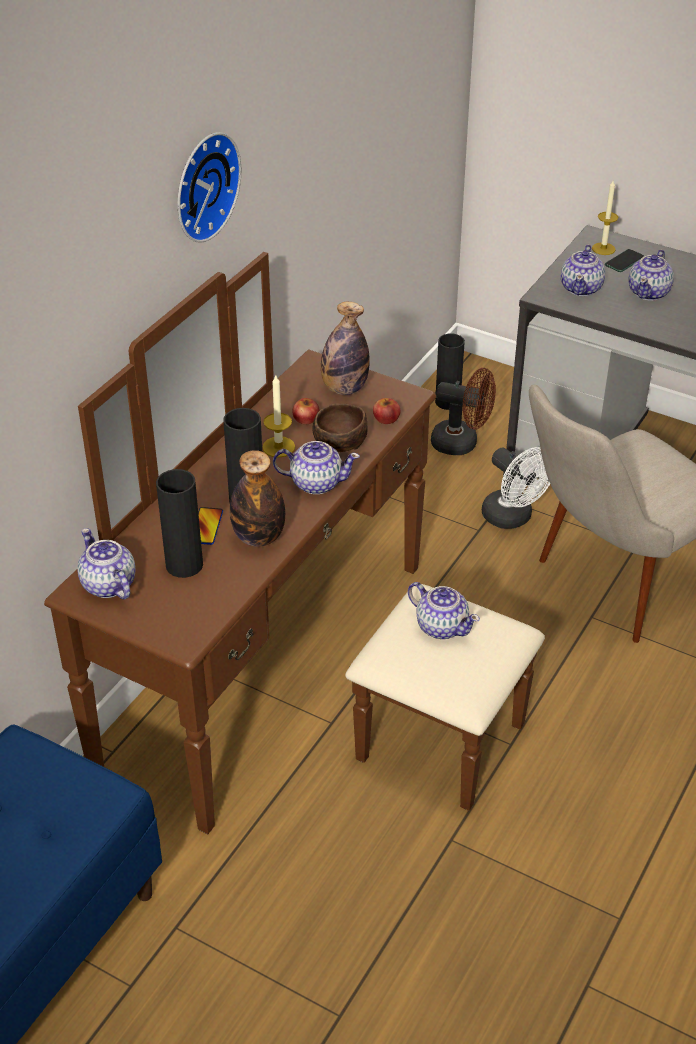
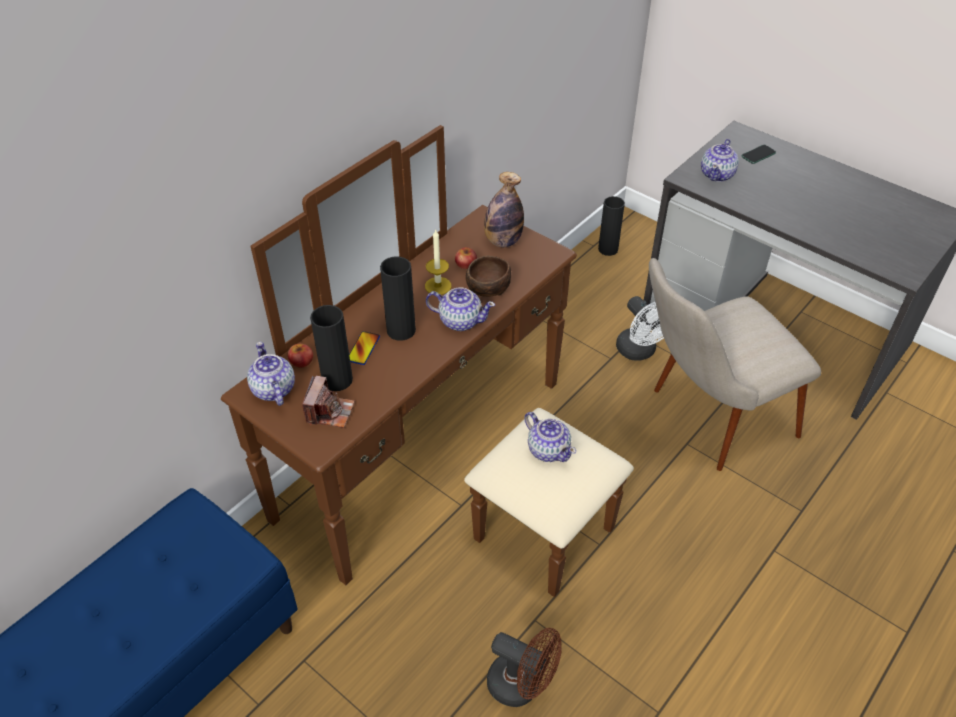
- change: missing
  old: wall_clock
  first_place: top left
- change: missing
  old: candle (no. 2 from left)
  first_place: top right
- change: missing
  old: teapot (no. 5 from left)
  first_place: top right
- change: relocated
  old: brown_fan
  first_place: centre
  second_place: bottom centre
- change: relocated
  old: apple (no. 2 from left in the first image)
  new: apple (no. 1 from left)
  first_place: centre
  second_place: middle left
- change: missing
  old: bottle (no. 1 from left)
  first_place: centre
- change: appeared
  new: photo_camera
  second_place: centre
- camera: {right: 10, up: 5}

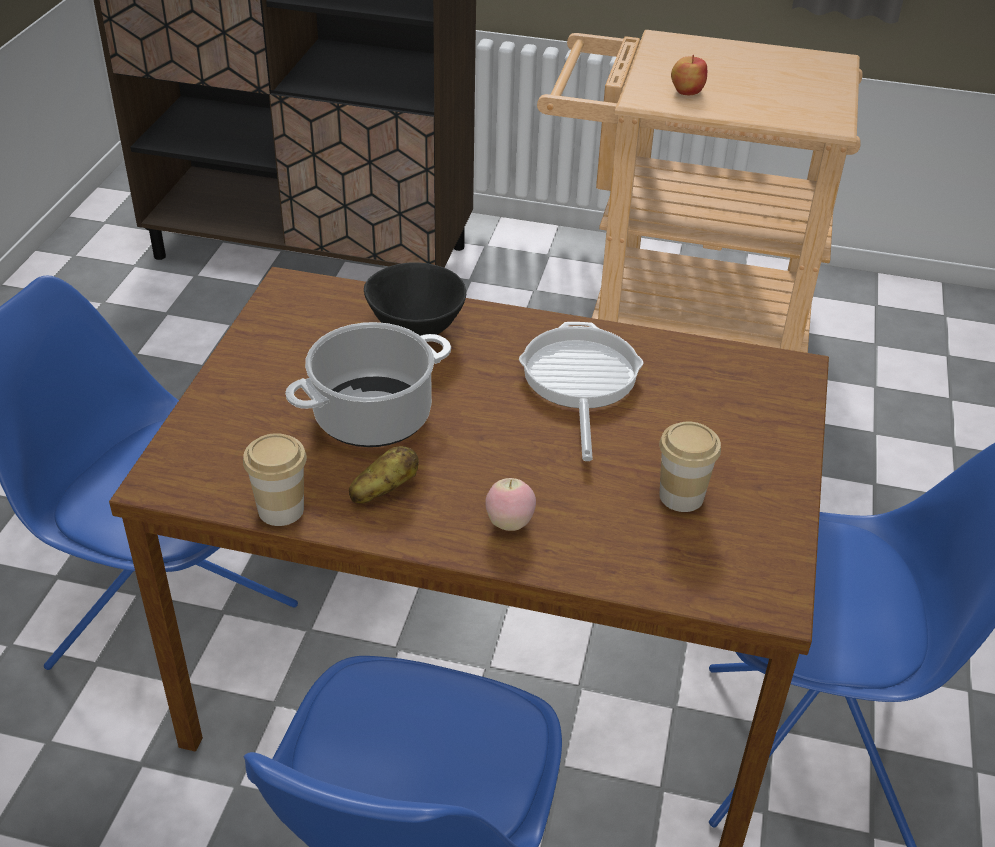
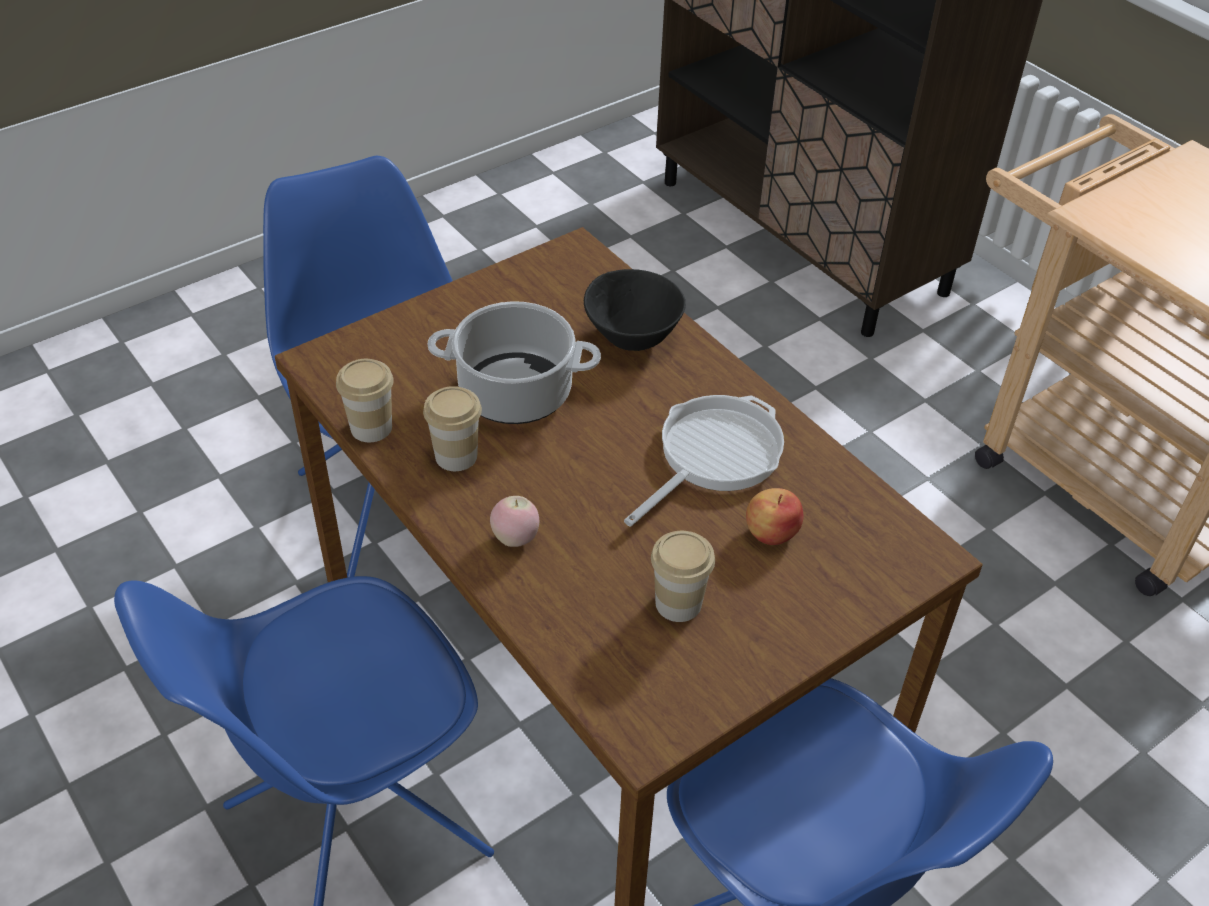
- change: relocated
  old: apple (no. 2 from left)
  first_place: top right
  second_place: centre
- change: exchanged
  old: potato
  new: cup (no. 2 from left)
  first_place: centre
  second_place: centre
- camera: {right: 40, up: 5}

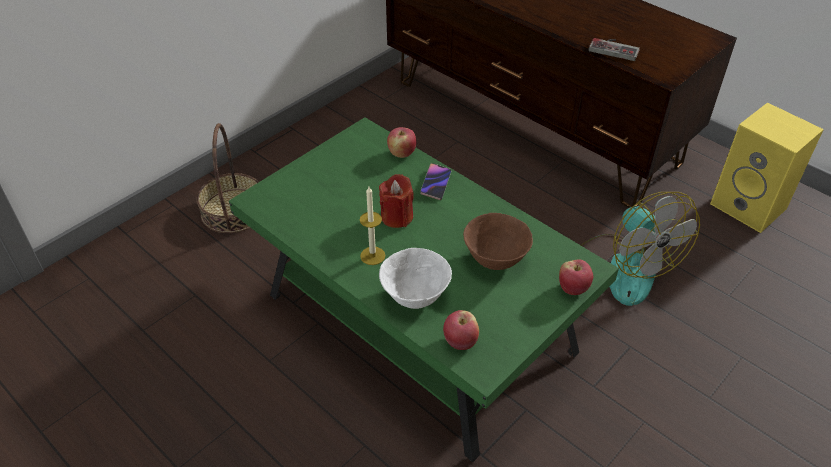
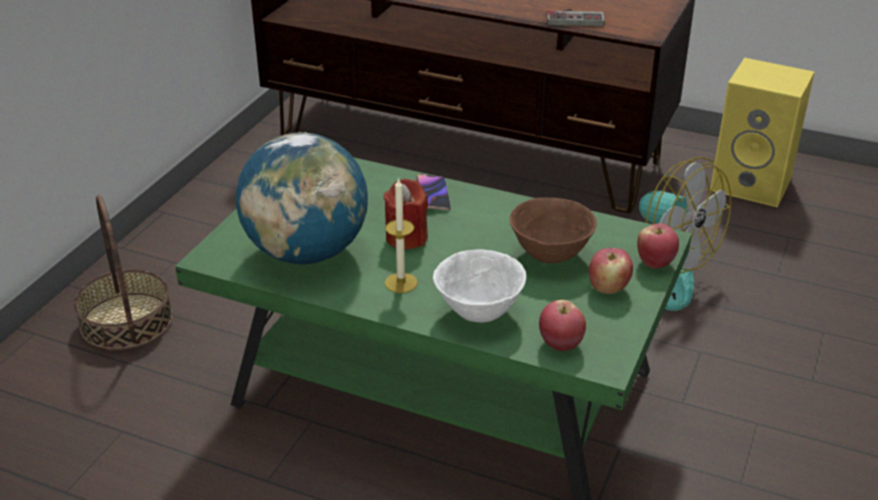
- change: relocated
  old: apple (no. 1 from left in the first image)
  new: apple (no. 2 from left)
  first_place: top centre
  second_place: middle right
- change: appeared
  new: globe
  second_place: centre
- camera: {right: -20, up: -10}

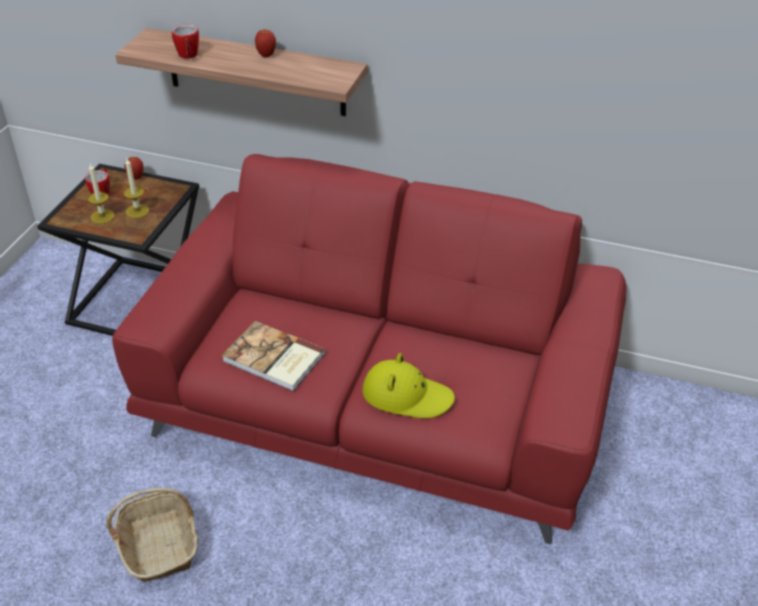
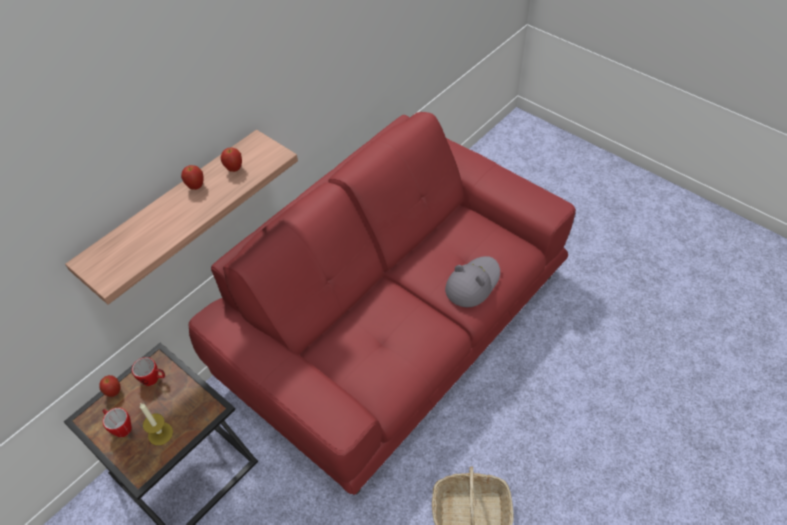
- change: relocated
  old: mug (no. 2 from left)
  first_place: top left
  second_place: bottom left
- change: missing
  old: candle (no. 2 from left)
  first_place: top left
- change: missing
  old: book
  first_place: centre
- change: colour
  old: yellow_hat
  new: grey_hat
  first_place: centre
  second_place: centre
- change: appeared
  new: apple (no. 3 from left)
  second_place: top left
- camera: {right: -65, up: 10}

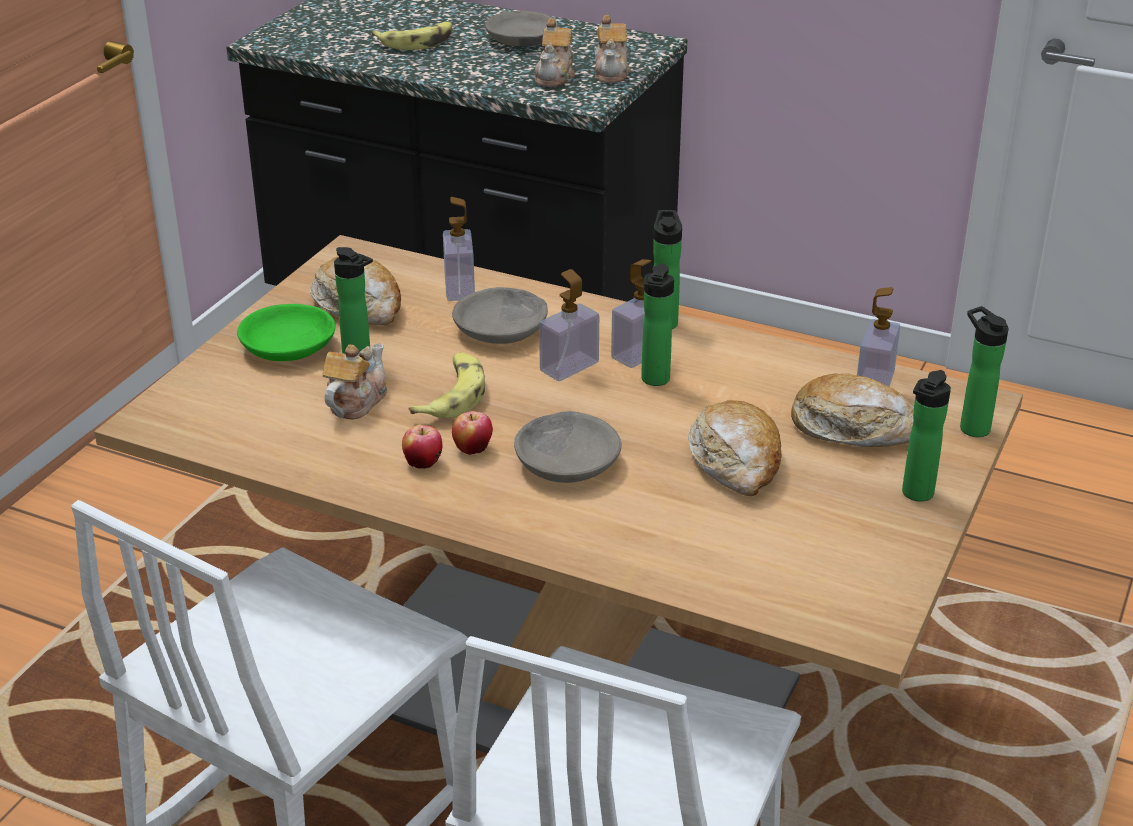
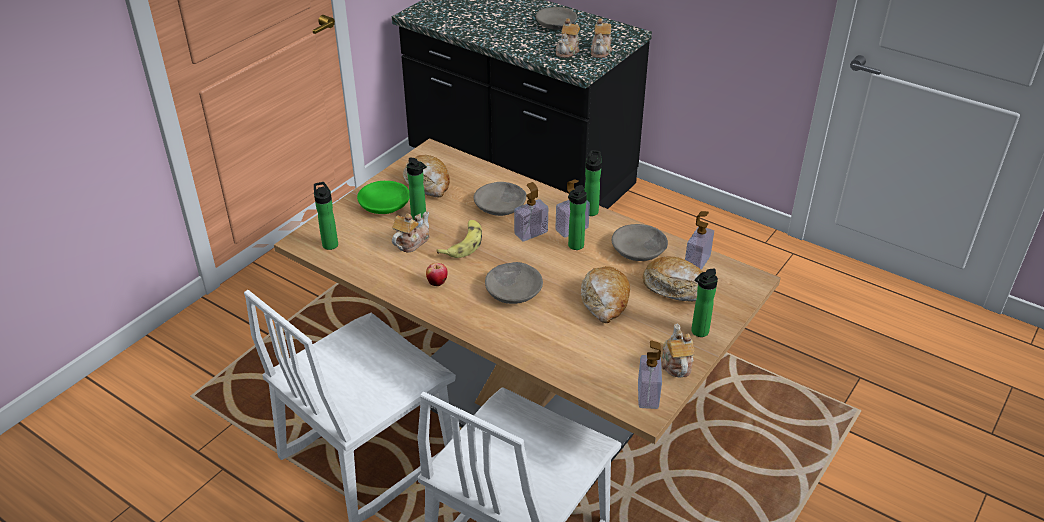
- change: missing
  old: banana (no. 1 from left)
  first_place: top centre
- change: relocated
  old: soap_dispenser (no. 1 from left in the first image)
  new: soap_dispenser (no. 3 from left)
  first_place: top centre
  second_place: bottom centre
- change: relocated
  old: bottle (no. 5 from left in the first image)
  new: bottle (no. 1 from left)
  first_place: middle right
  second_place: middle left
- change: missing
  old: apple (no. 2 from left)
  first_place: centre
- change: appeared
  new: grey_bowl (no. 4 from left)
  second_place: centre
- change: appeared
  new: teapot (no. 4 from left)
  second_place: bottom centre
- camera: {right: 10, up: 5}

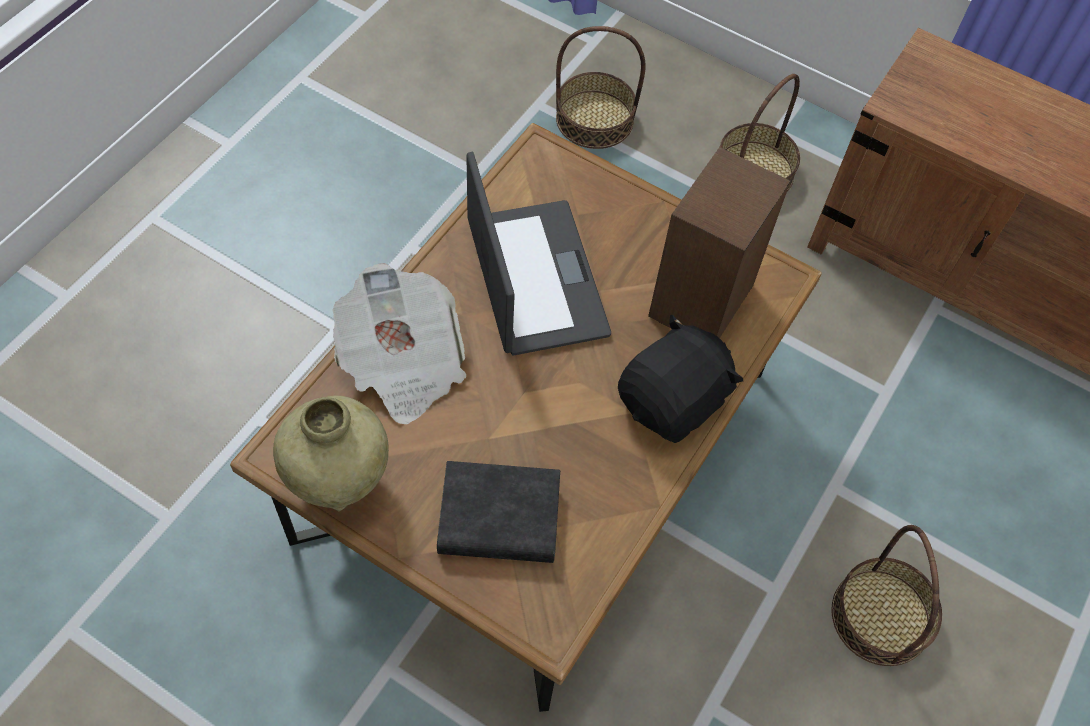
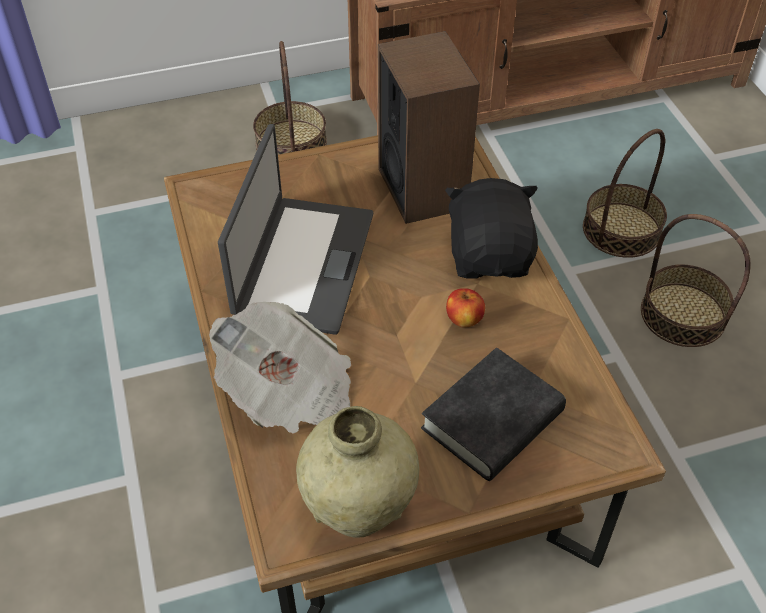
- change: relocated
  old: basket (no. 1 from left in the first image)
  new: basket (no. 2 from left)
  first_place: top centre
  second_place: top right
- change: spun
  old: laptop
  first_place: centre
  second_place: centre
  degrees: 75
- change: appeared
  new: apple
  second_place: centre
- camera: {right: -45, up: -10}

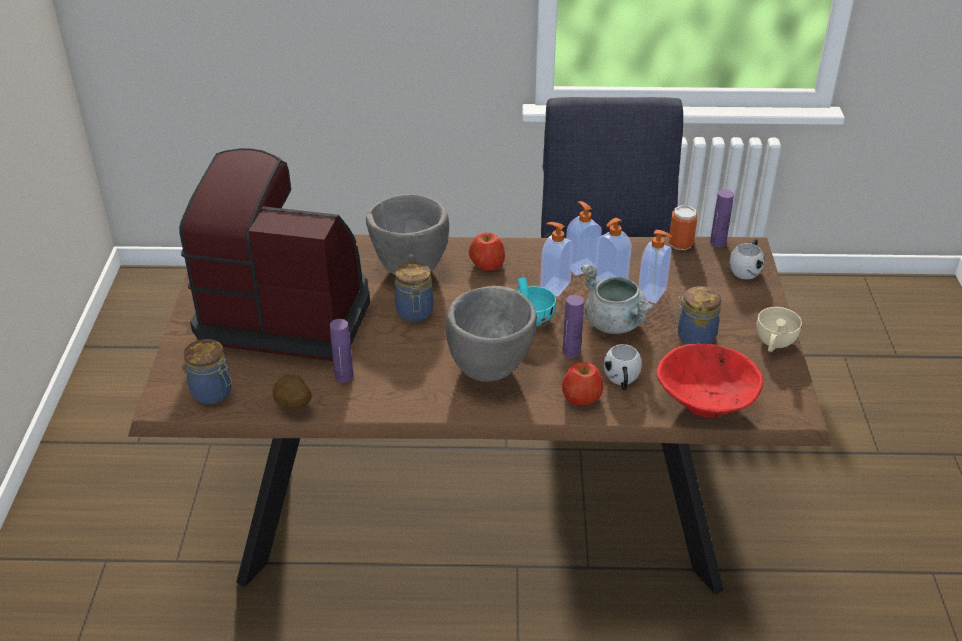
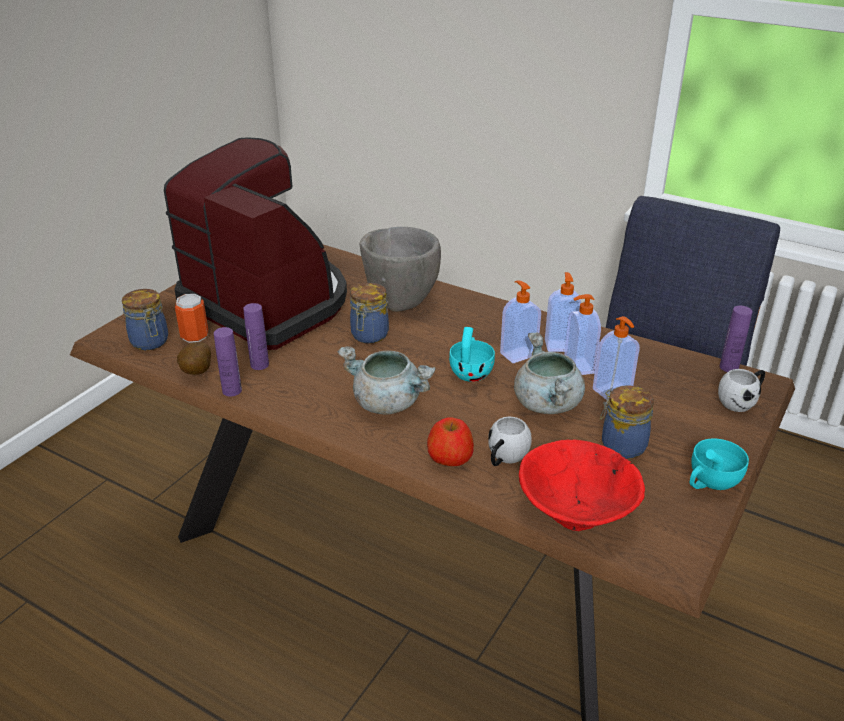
- change: relocated
  old: can
  first_place: middle right
  second_place: middle left
- change: missing
  old: apple (no. 1 from left)
  first_place: centre
- change: exchanged
  old: grey_bowl (no. 2 from left)
  new: grey_cooking_pot (no. 1 from left)
  first_place: centre
  second_place: centre
- change: relocated
  old: purple_bottle (no. 2 from left in the first image)
  new: purple_bottle (no. 1 from left)
  first_place: centre
  second_place: middle left
- change: colour
  old: beige_cup
  new: turquoise_cup (no. 2 from left)
  first_place: middle right
  second_place: middle right
- camera: {right: 30, up: -5}

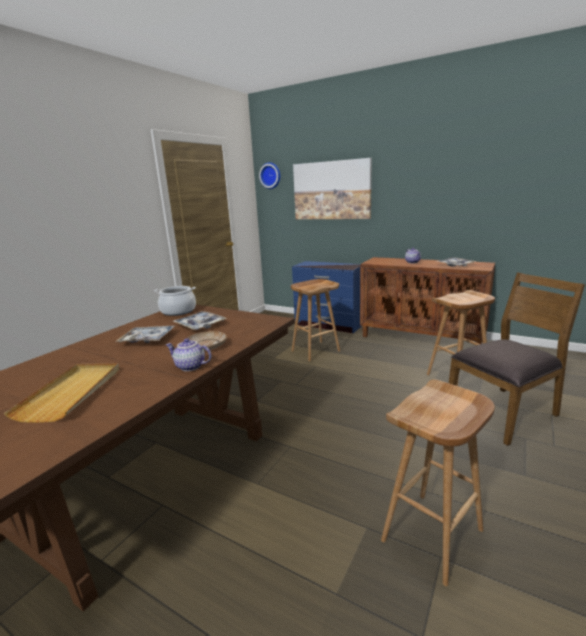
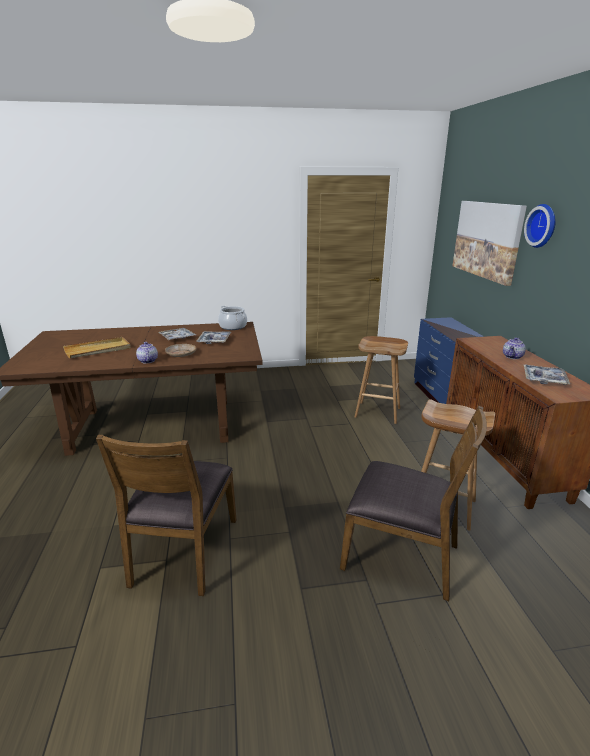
- change: relocated
  old: wall_clock
  first_place: top centre
  second_place: top right
- change: exchanged
  old: brown_stool (no. 2 from left)
  new: brown_chair (no. 1 from left)
  first_place: bottom right
  second_place: bottom left
- camera: {right: 50, up: 5}

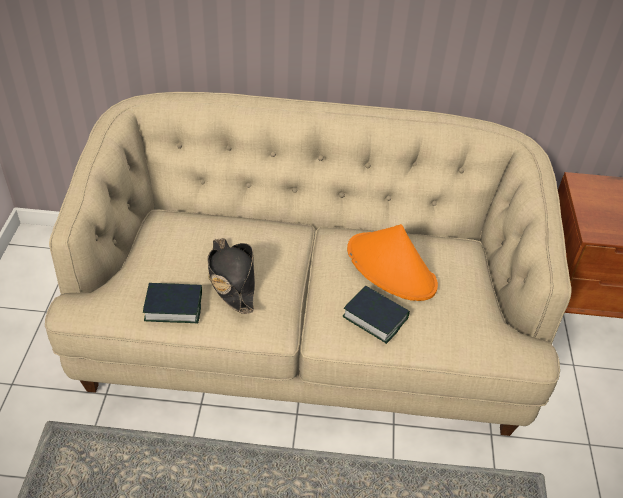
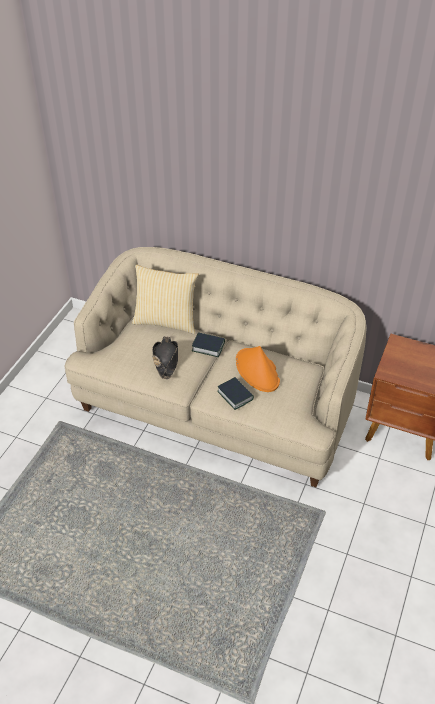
- change: relocated
  old: book (no. 1 from left)
  first_place: middle left
  second_place: centre
- change: appeared
  new: pillow
  second_place: centre
- camera: {right: 20, up: 0}

